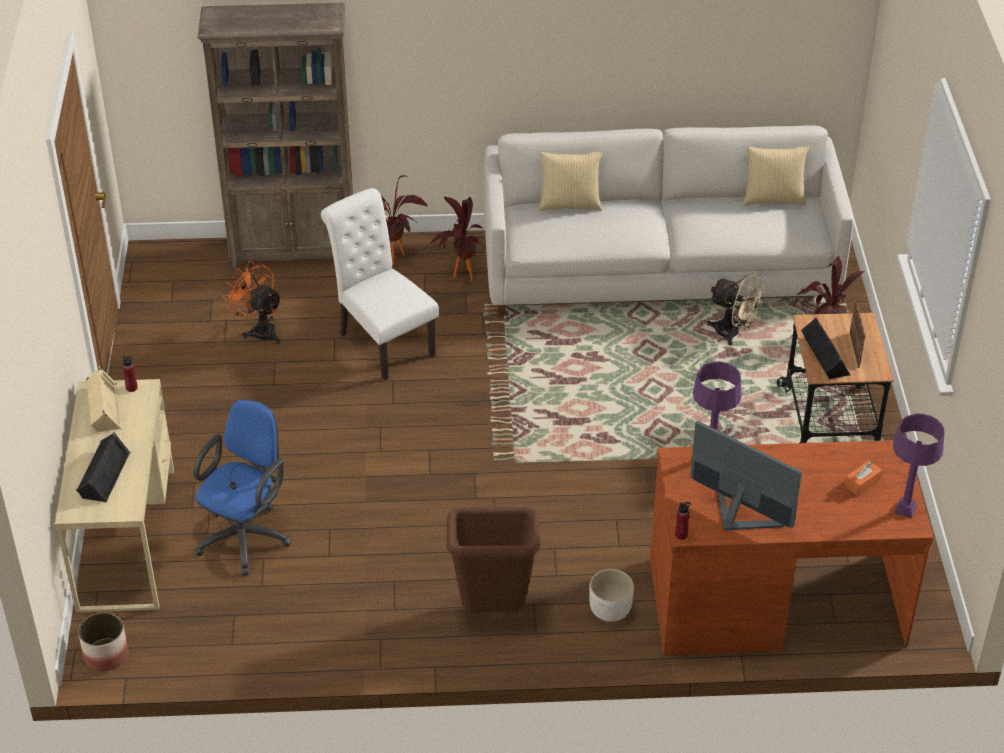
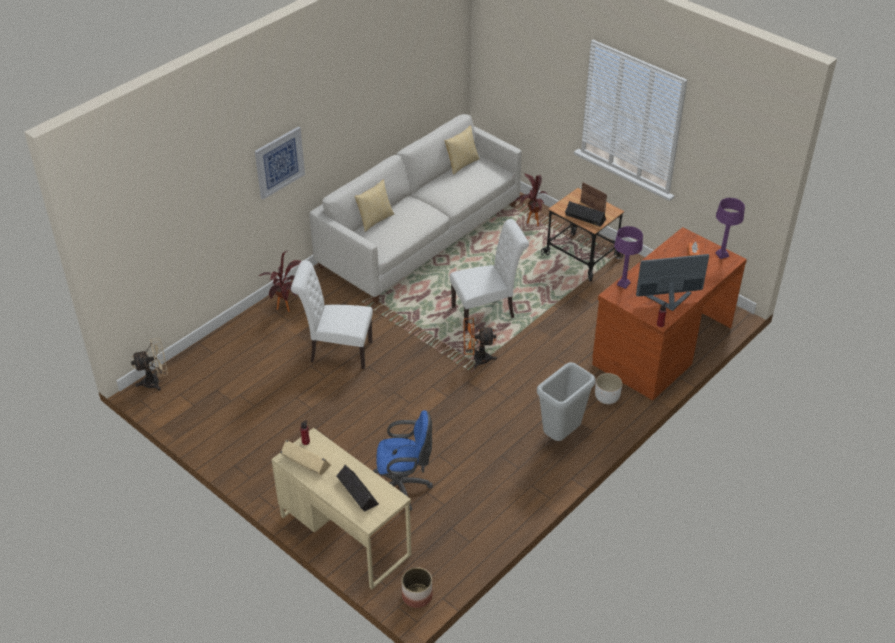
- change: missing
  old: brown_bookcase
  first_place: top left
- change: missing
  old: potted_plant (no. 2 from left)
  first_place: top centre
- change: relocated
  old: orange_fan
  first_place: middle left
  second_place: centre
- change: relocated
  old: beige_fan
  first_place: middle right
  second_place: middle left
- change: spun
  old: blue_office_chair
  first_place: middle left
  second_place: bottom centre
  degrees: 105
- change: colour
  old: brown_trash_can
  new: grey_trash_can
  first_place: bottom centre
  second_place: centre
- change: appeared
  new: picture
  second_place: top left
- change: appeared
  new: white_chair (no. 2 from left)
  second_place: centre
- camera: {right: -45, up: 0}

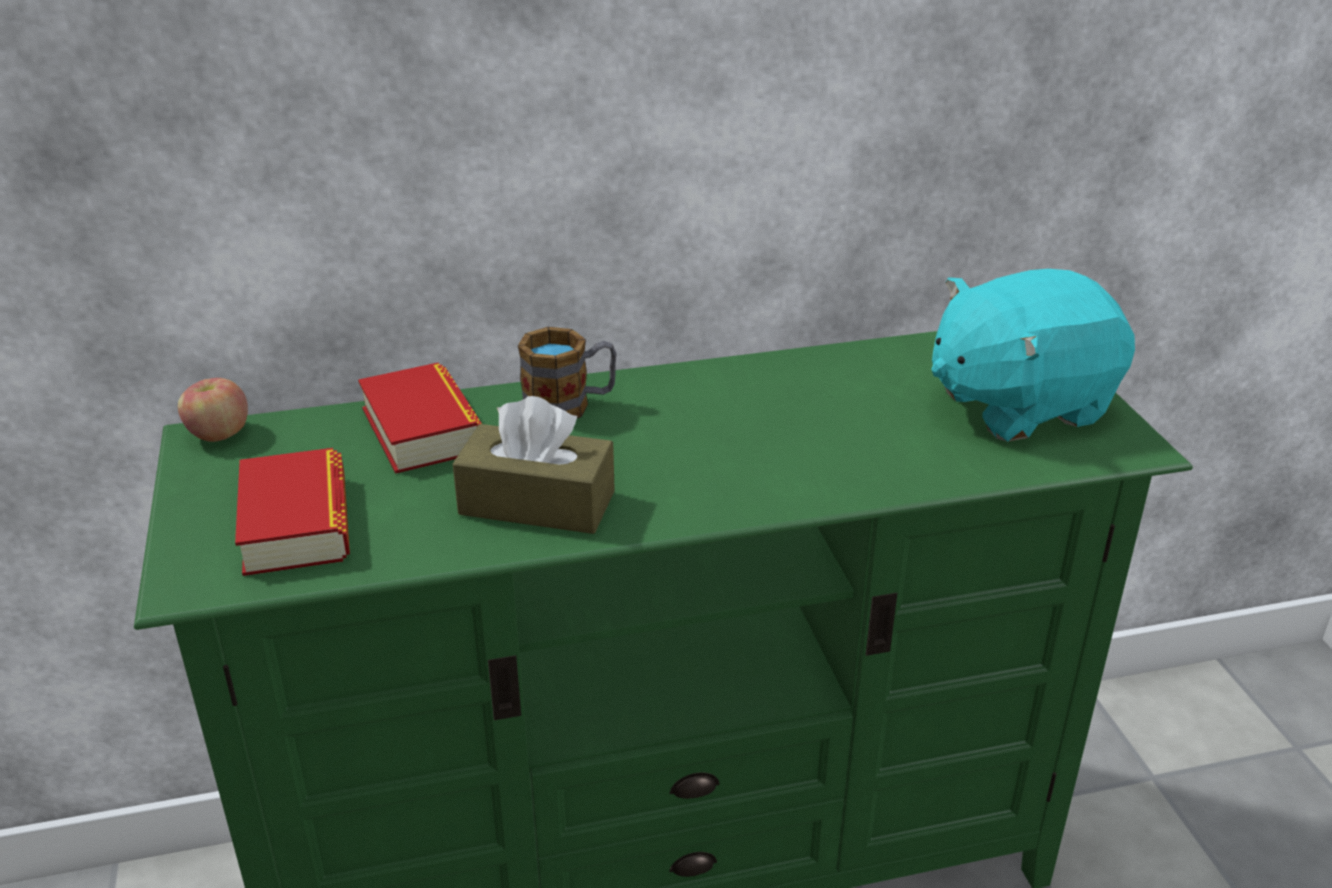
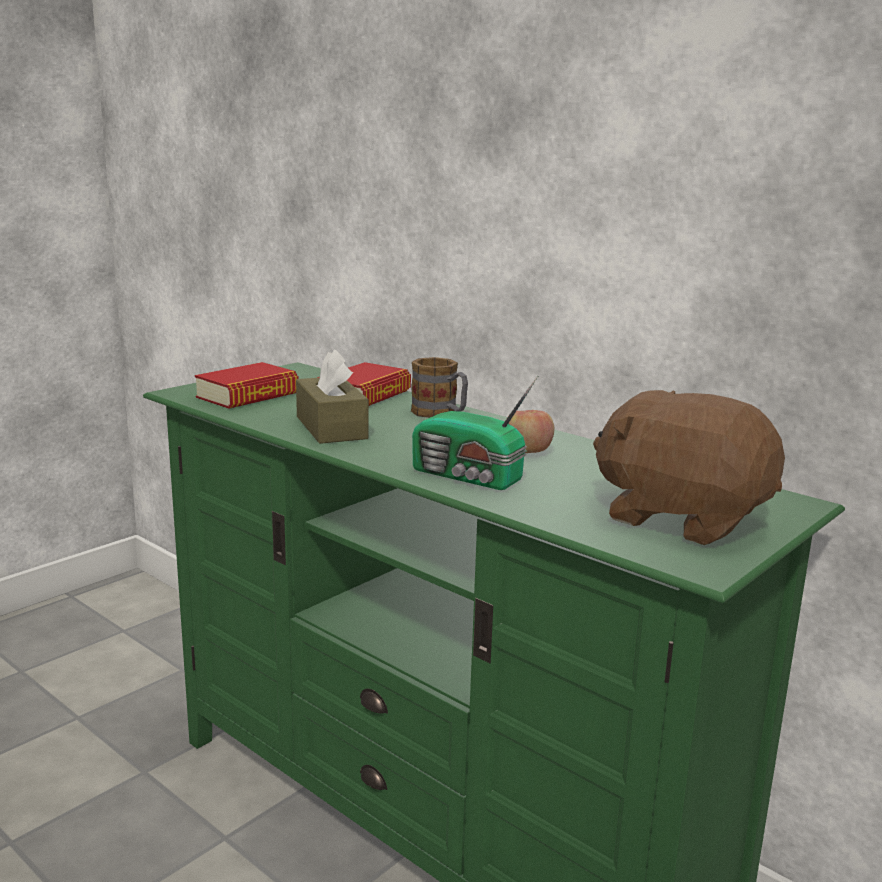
- change: colour
  old: turquoise_plush_toy
  new: brown_plush_toy
  first_place: middle right
  second_place: middle right
- change: relocated
  old: apple
  first_place: middle left
  second_place: centre
- change: appeared
  new: radio
  second_place: centre
- camera: {right: 55, up: -15}

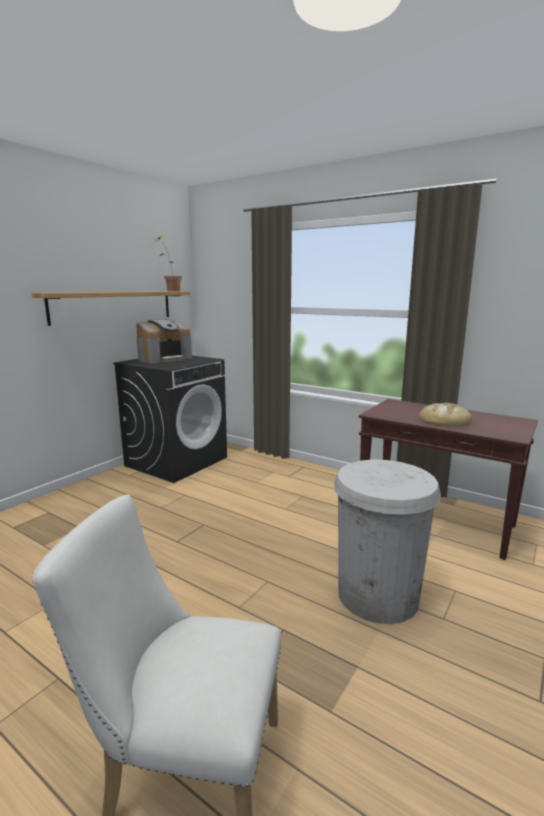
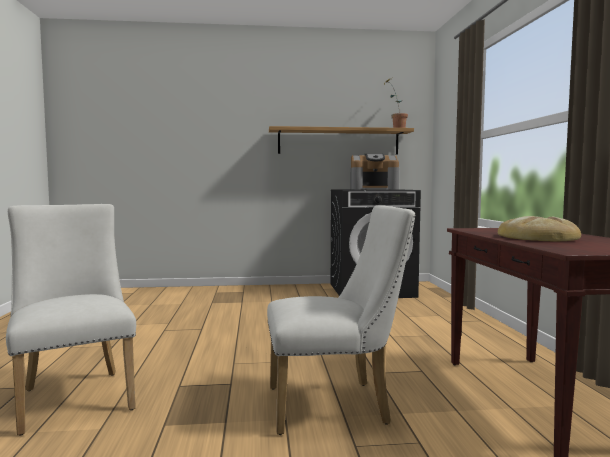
- change: exchanged
  old: white_trash_can
  new: white_chair (no. 2 from left)
  first_place: middle right
  second_place: bottom centre
- camera: {right: 50, up: -10}

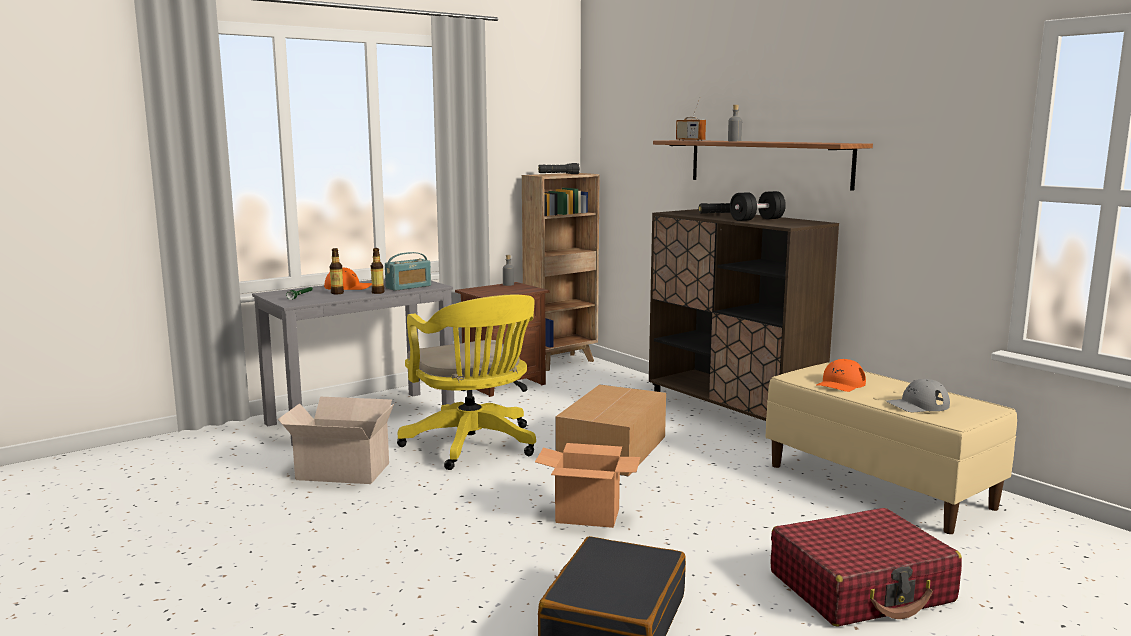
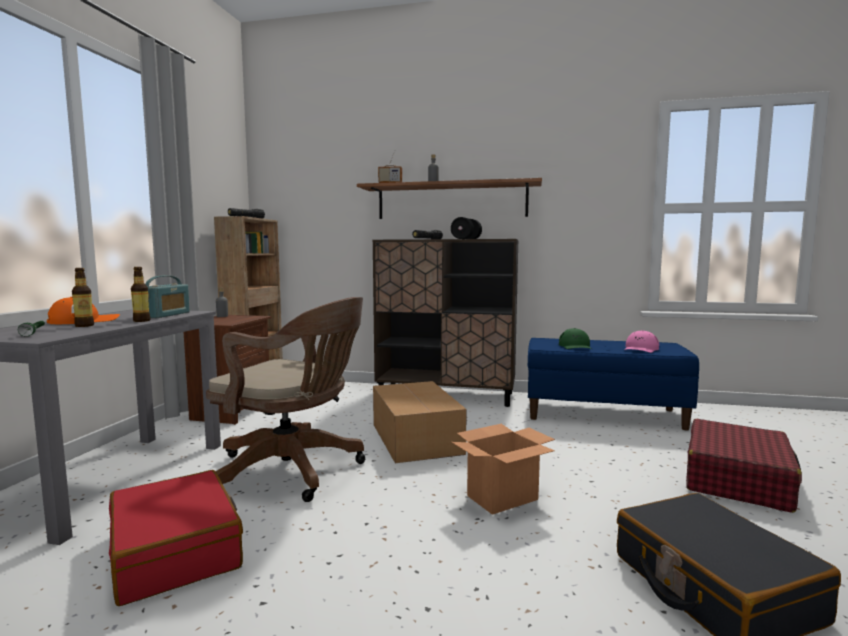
- change: colour
  old: yellow_office_chair
  new: brown_office_chair
  first_place: centre
  second_place: centre
- change: colour
  old: orange_cap (no. 2 from left)
  new: green_cap
  first_place: middle right
  second_place: middle right
- change: colour
  old: beige_bench
  new: blue_bench
  first_place: bottom right
  second_place: middle right
- change: colour
  old: grey_cap
  new: pink_cap
  first_place: middle right
  second_place: middle right
- change: exchanged
  old: cardboard_box (no. 1 from left)
  new: red_suitcase (no. 1 from left)
  first_place: bottom left
  second_place: bottom left
- camera: {right: -40, up: -5}

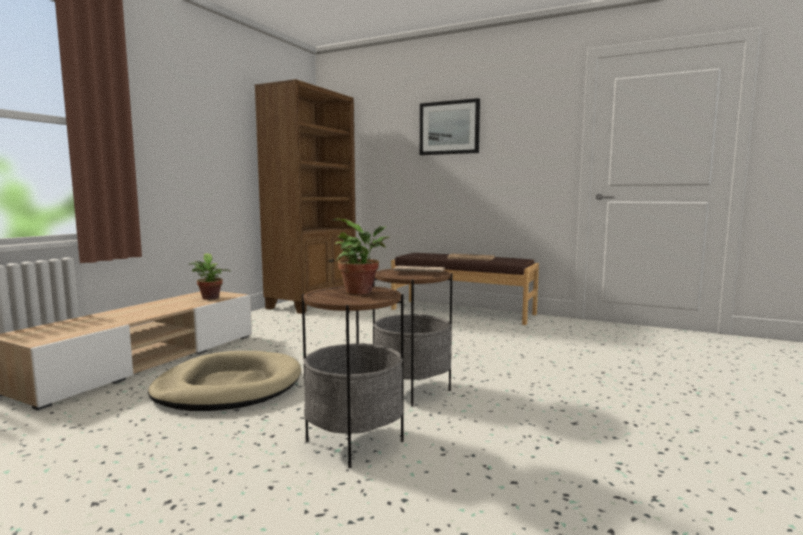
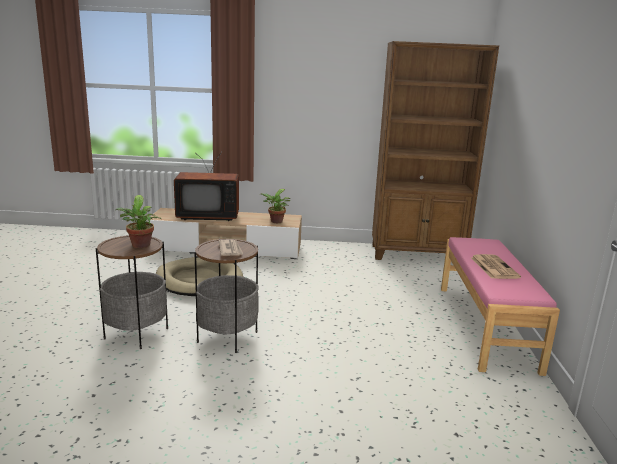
- change: missing
  old: picture
  first_place: top centre
- change: colour
  old: brown_bench
  new: pink_bench
  first_place: centre
  second_place: middle right
- change: appeared
  new: television
  second_place: centre
- camera: {right: 65, up: 10}

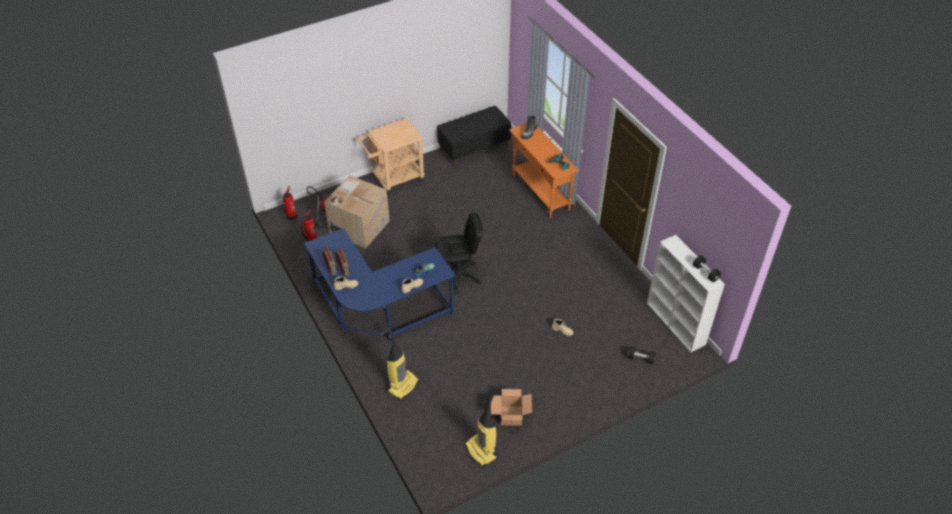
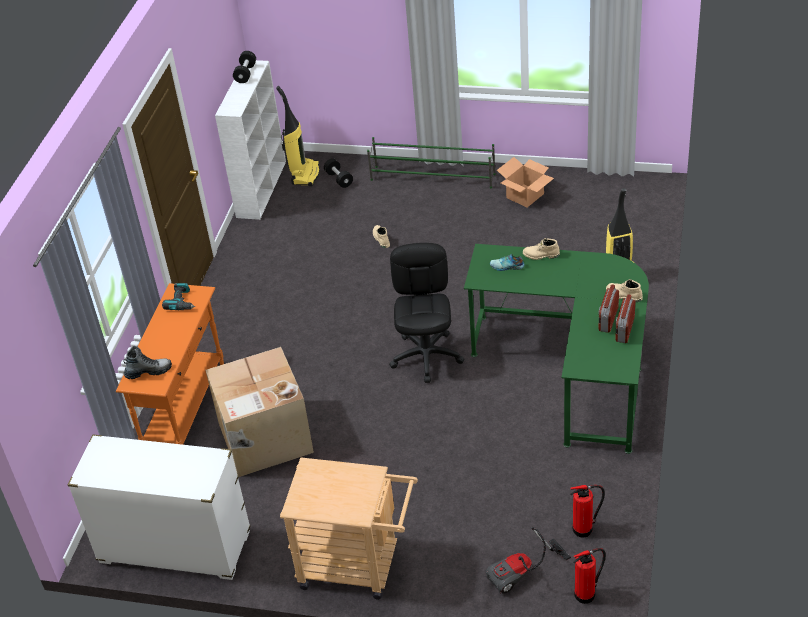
- change: exchanged
  old: black_bench
  new: white_dresser
  first_place: top centre
  second_place: bottom left
- change: relocated
  old: cardboard_box (no. 1 from left)
  first_place: centre
  second_place: bottom left
- change: spun
  old: black_office_chair
  first_place: centre
  second_place: centre
  degrees: 60
- change: colour
  old: blue_desk
  new: green_desk
  first_place: centre
  second_place: middle right
- change: relocated
  old: vacuum_cleaner (no. 3 from left in the first image)
  new: vacuum_cleaner (no. 1 from left)
  first_place: bottom centre
  second_place: top centre
- change: appeared
  new: green_shoe_rack
  second_place: top centre
- camera: {right: -135, up: -5}

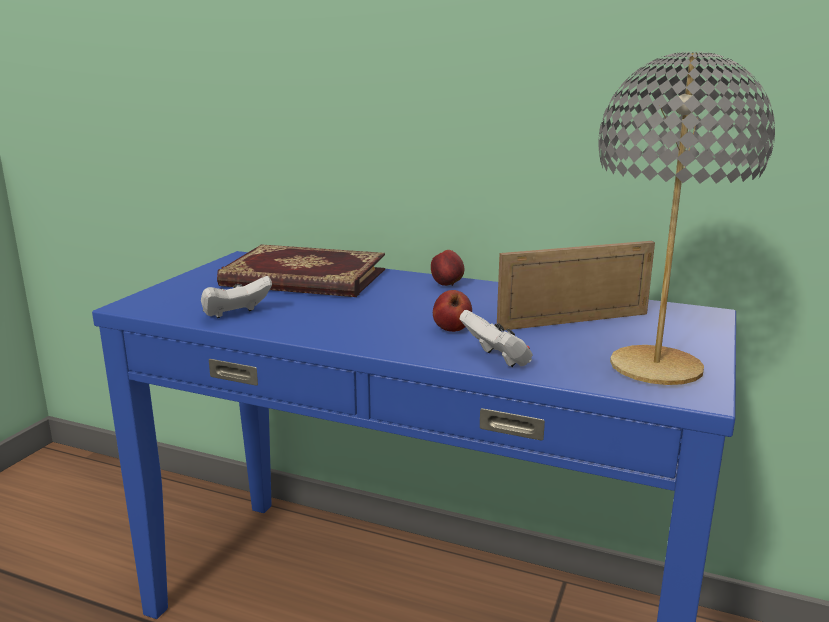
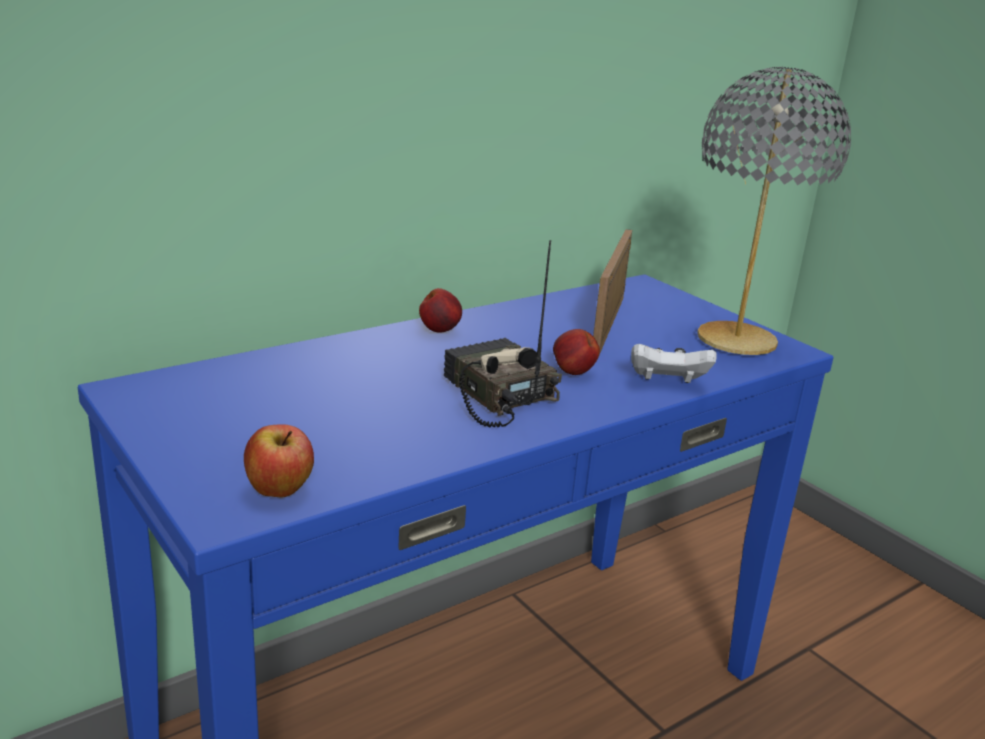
- change: missing
  old: book
  first_place: centre
- change: missing
  old: white_game_controller (no. 1 from left)
  first_place: middle left
- change: appeared
  new: radio
  second_place: centre
- change: appeared
  new: apple (no. 1 from left)
  second_place: middle left
- camera: {right: -60, up: 5}

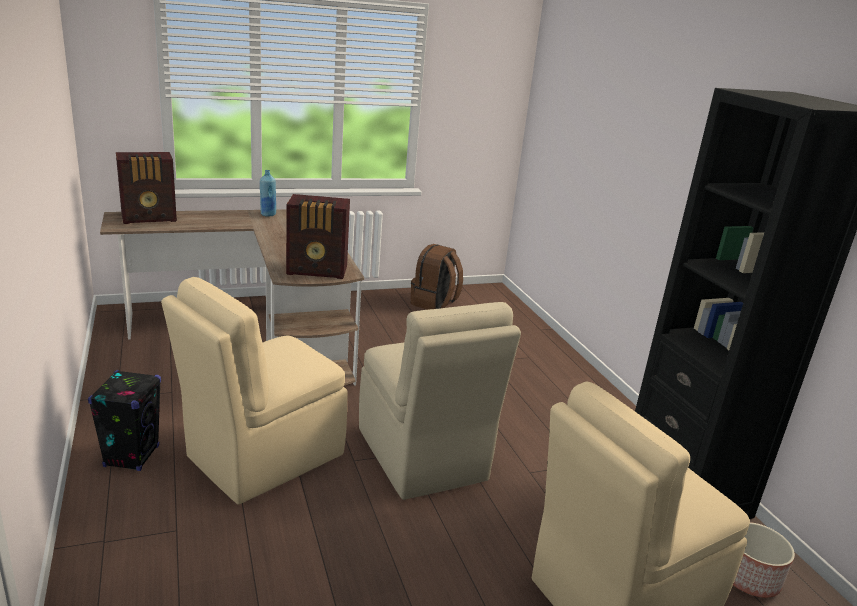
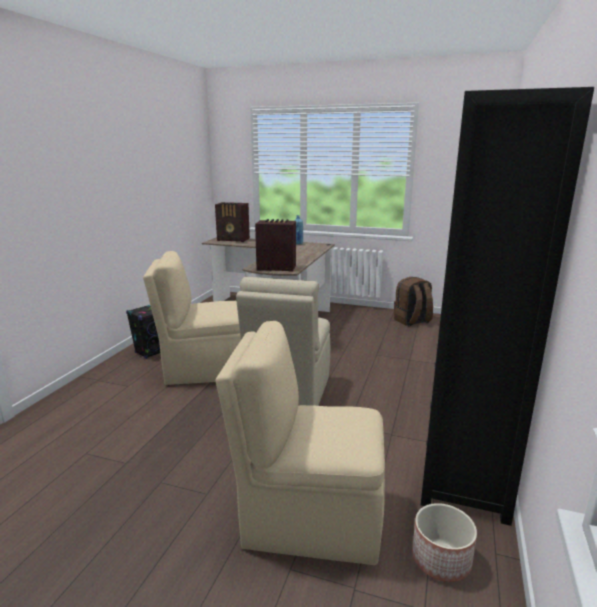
- change: spun
  old: radio (no. 2 from left)
  first_place: centre
  second_place: centre
  degrees: 150
- camera: {right: 40, up: -5}

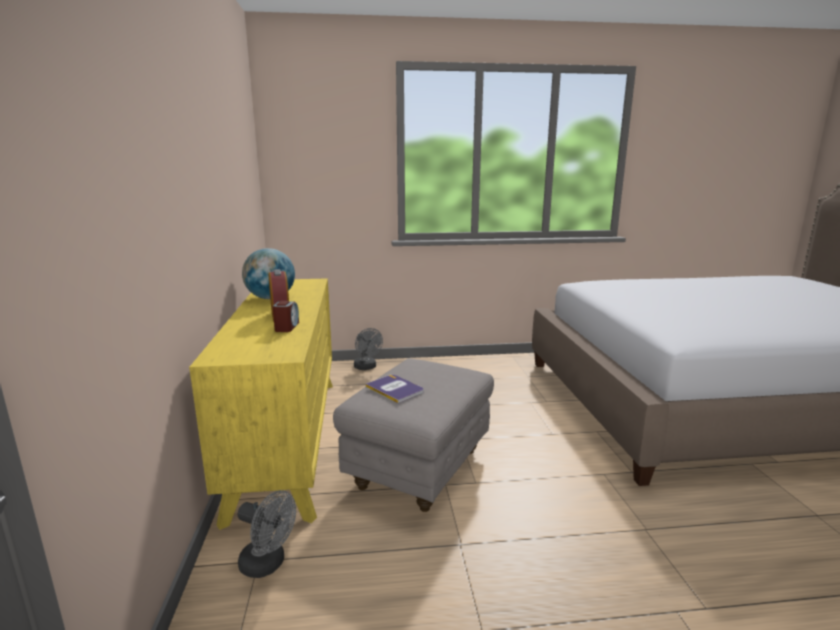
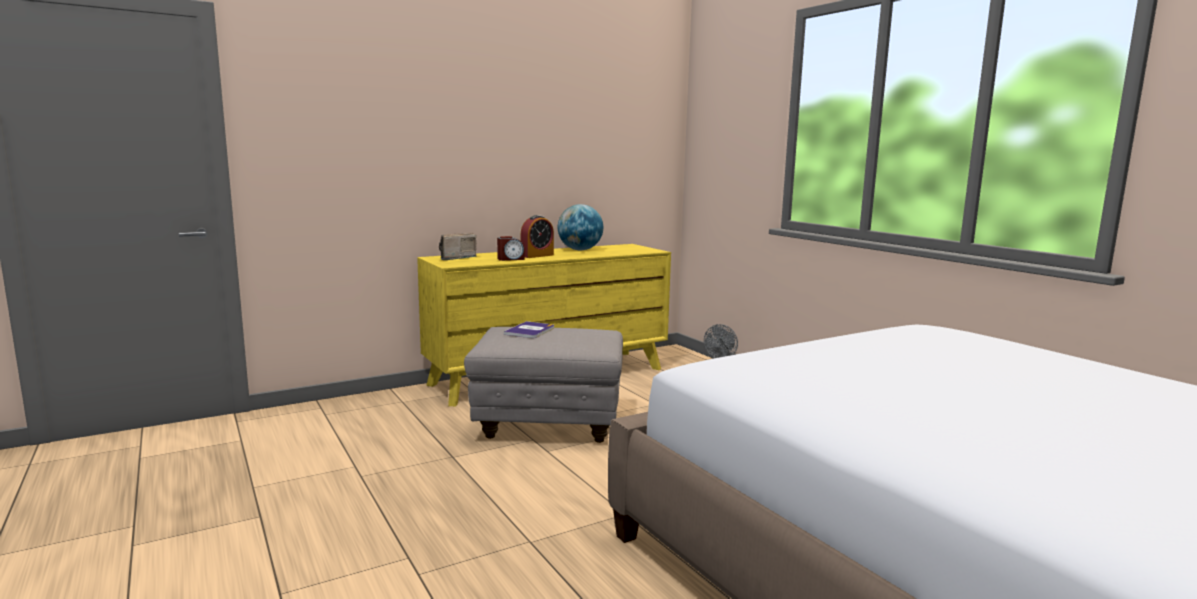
- change: missing
  old: grey_fan (no. 1 from left)
  first_place: bottom left
- change: appeared
  new: radio
  second_place: centre
- camera: {right: 65, up: -5}

